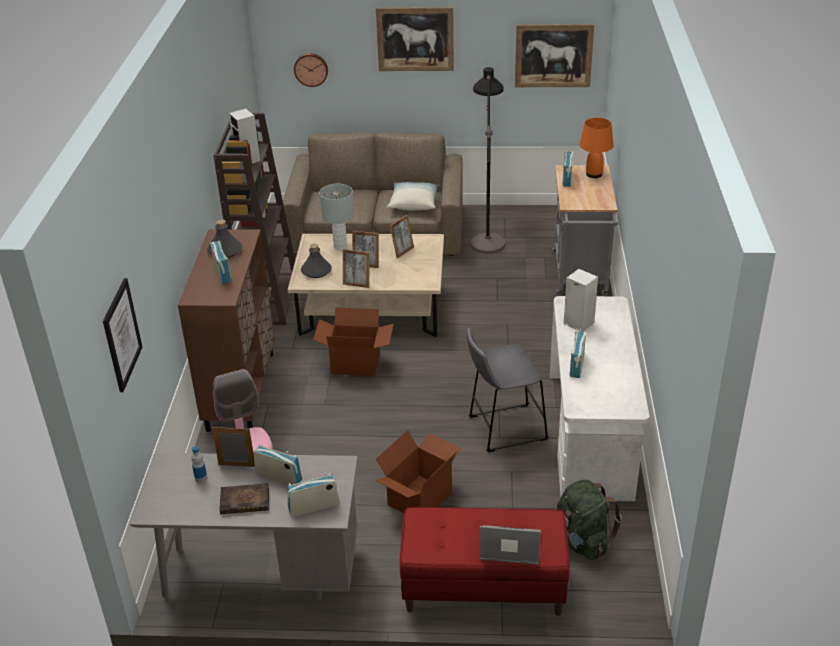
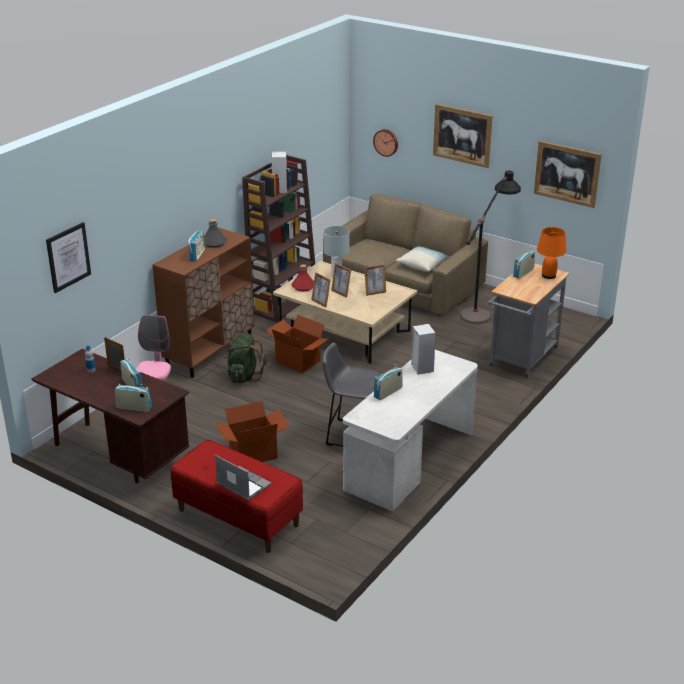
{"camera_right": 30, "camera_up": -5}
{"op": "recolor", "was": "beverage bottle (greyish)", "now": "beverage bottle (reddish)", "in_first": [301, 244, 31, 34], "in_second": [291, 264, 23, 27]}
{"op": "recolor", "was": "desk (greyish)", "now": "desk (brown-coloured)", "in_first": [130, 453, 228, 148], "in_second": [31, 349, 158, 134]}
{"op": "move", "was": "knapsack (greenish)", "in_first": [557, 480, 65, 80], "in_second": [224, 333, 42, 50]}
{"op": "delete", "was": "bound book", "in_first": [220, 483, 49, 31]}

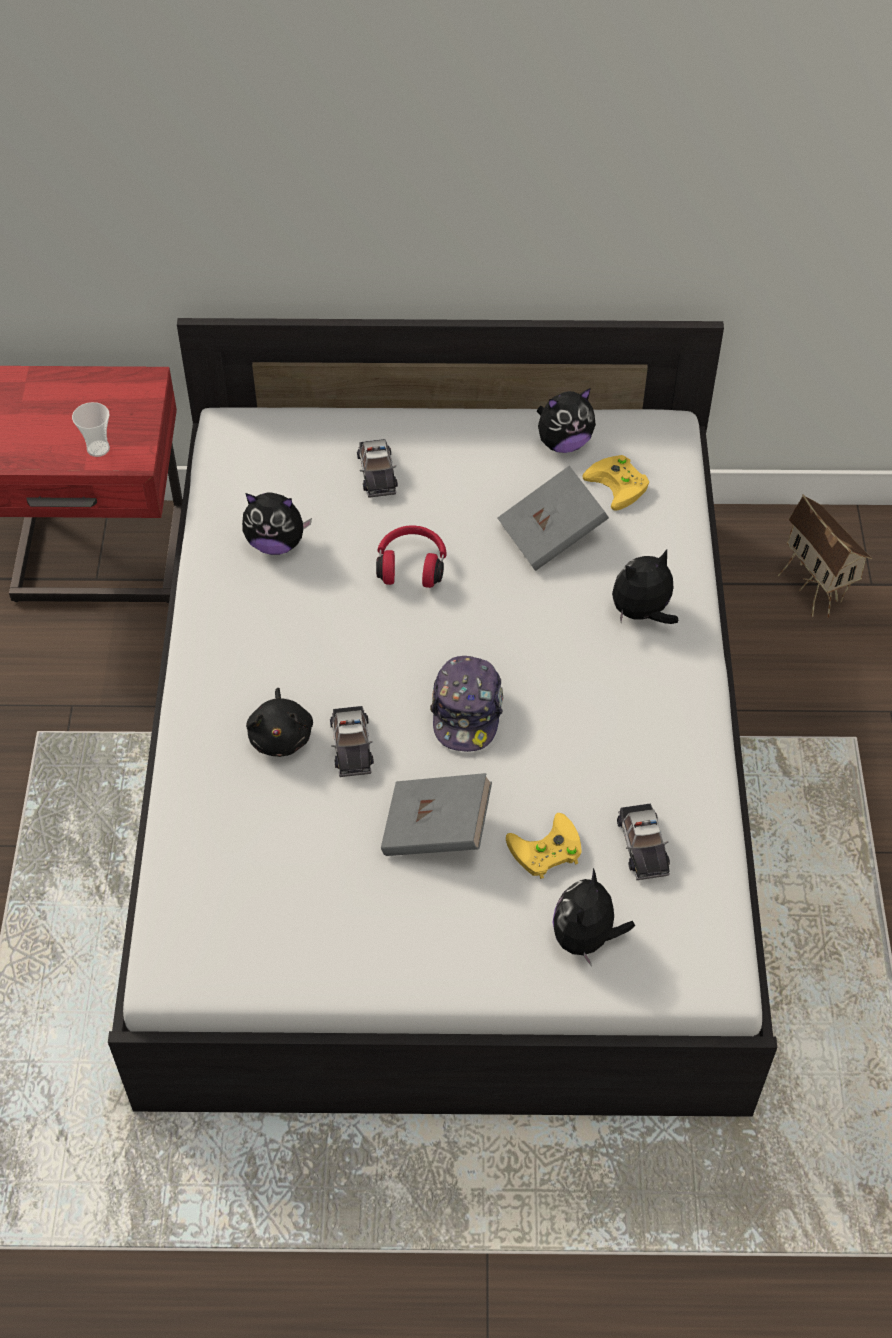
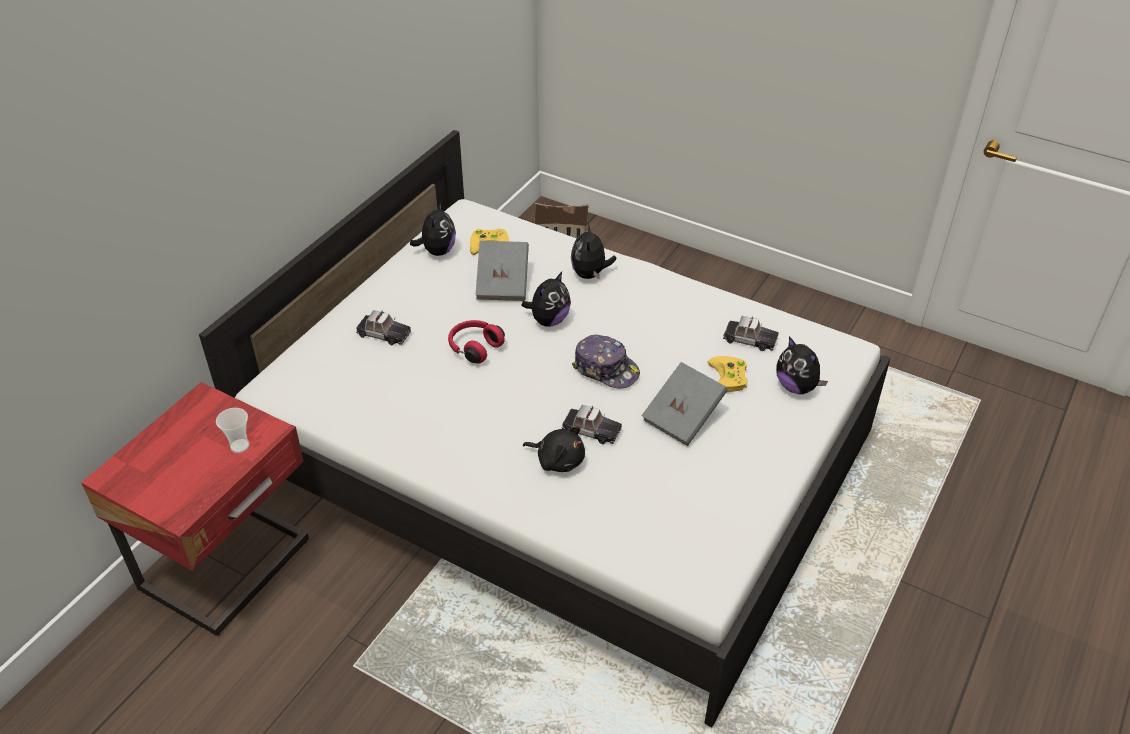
{"camera_right": -60, "camera_up": -10}
{"op": "move", "was": "soft toy", "in_first": [242, 493, 70, 62], "in_second": [521, 272, 50, 54]}

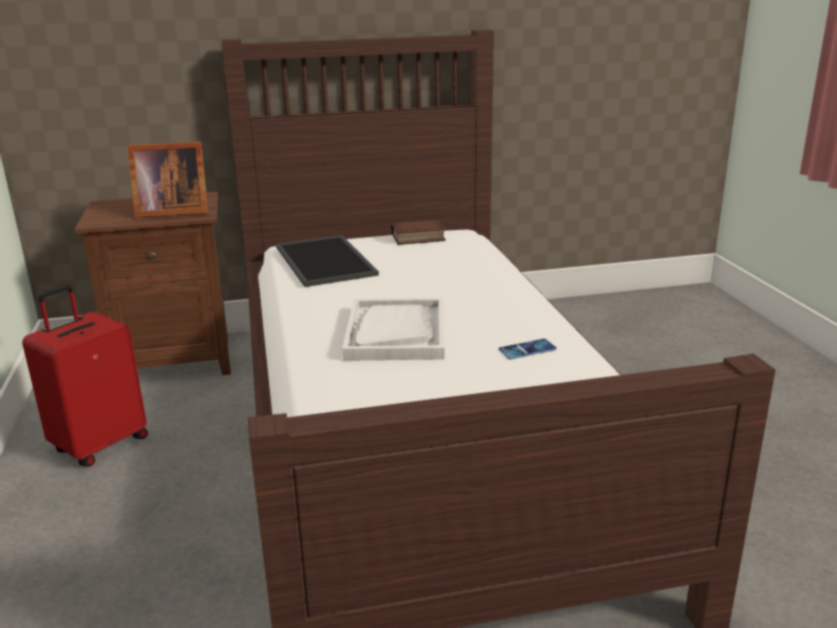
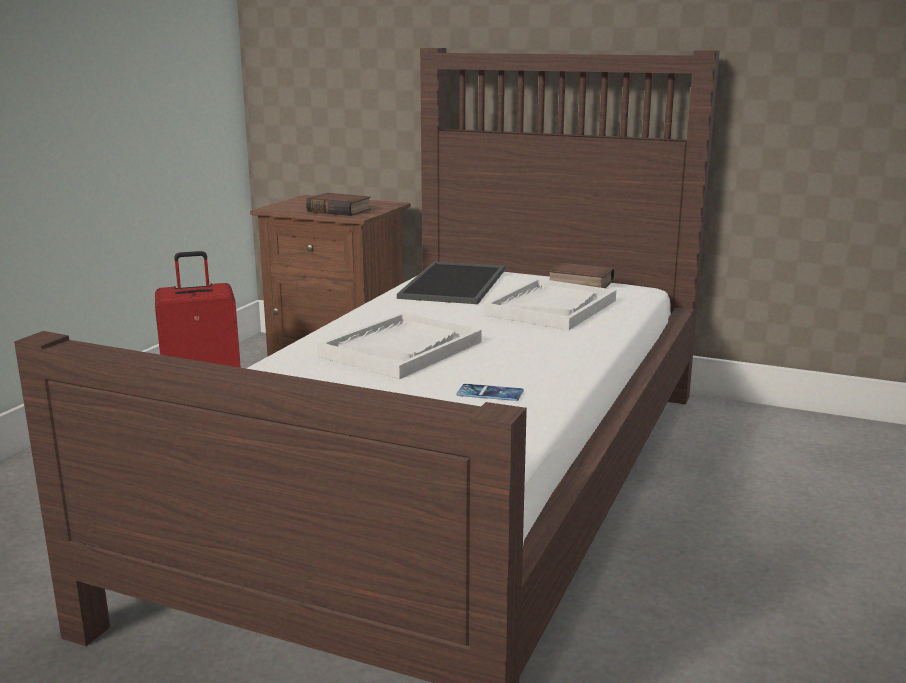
{"camera_right": 35, "camera_up": -5}
{"op": "replace", "was": "picture frame", "now": "bound book", "in_first": [127, 142, 81, 75], "in_second": [306, 193, 65, 23]}
{"op": "insert", "now": "serving tray (whitish)", "in_second": [484, 278, 132, 52]}

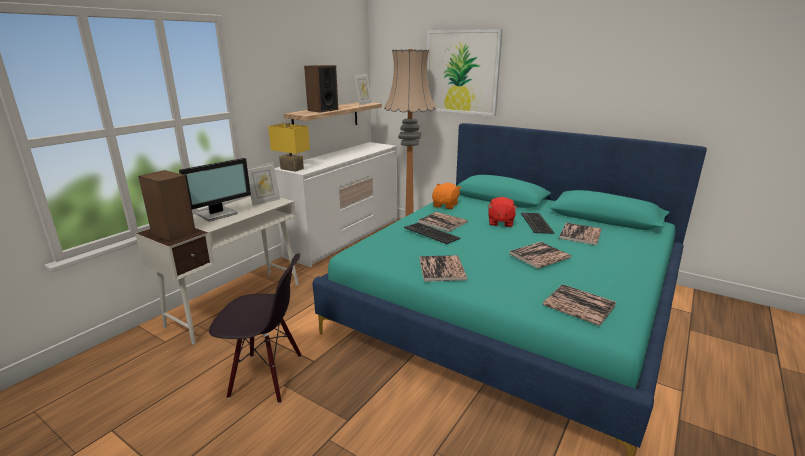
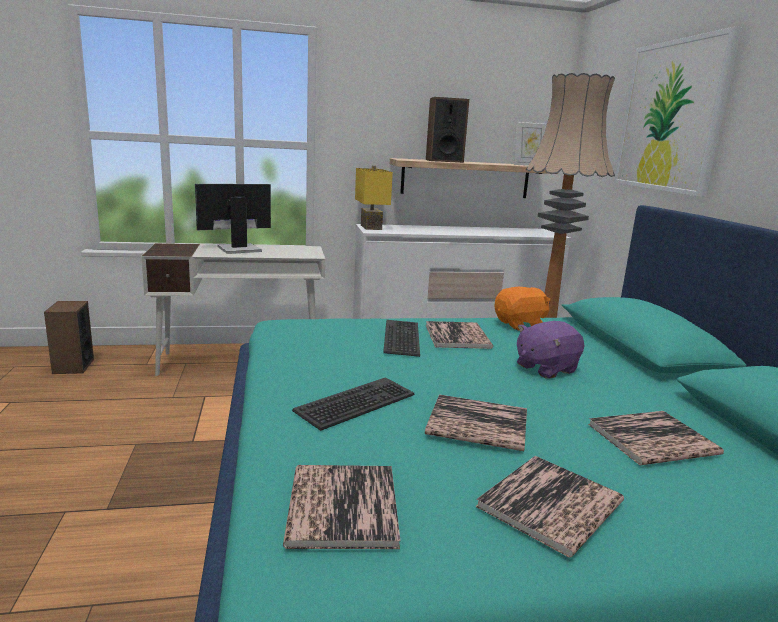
{"camera_right": 45, "camera_up": -5}
{"op": "rotate", "was": "computer screen", "in_first": [179, 158, 72, 64], "in_second": [195, 184, 76, 70], "clockwise": 150}
{"op": "delete", "was": "picture frame", "in_first": [247, 162, 33, 44]}
{"op": "move", "was": "audio speaker", "in_first": [138, 170, 58, 72], "in_second": [44, 301, 50, 73]}
{"op": "recolor", "was": "soft toy (reddish)", "now": "soft toy (purple)", "in_first": [488, 197, 30, 30], "in_second": [517, 321, 67, 58]}
{"op": "move", "was": "computer keyboard", "in_first": [521, 213, 34, 21], "in_second": [292, 377, 123, 54]}
{"op": "delete", "was": "upright chair (black)", "in_first": [209, 253, 93, 151]}
{"op": "move", "was": "bound book", "in_first": [419, 255, 49, 27], "in_second": [475, 456, 149, 102]}

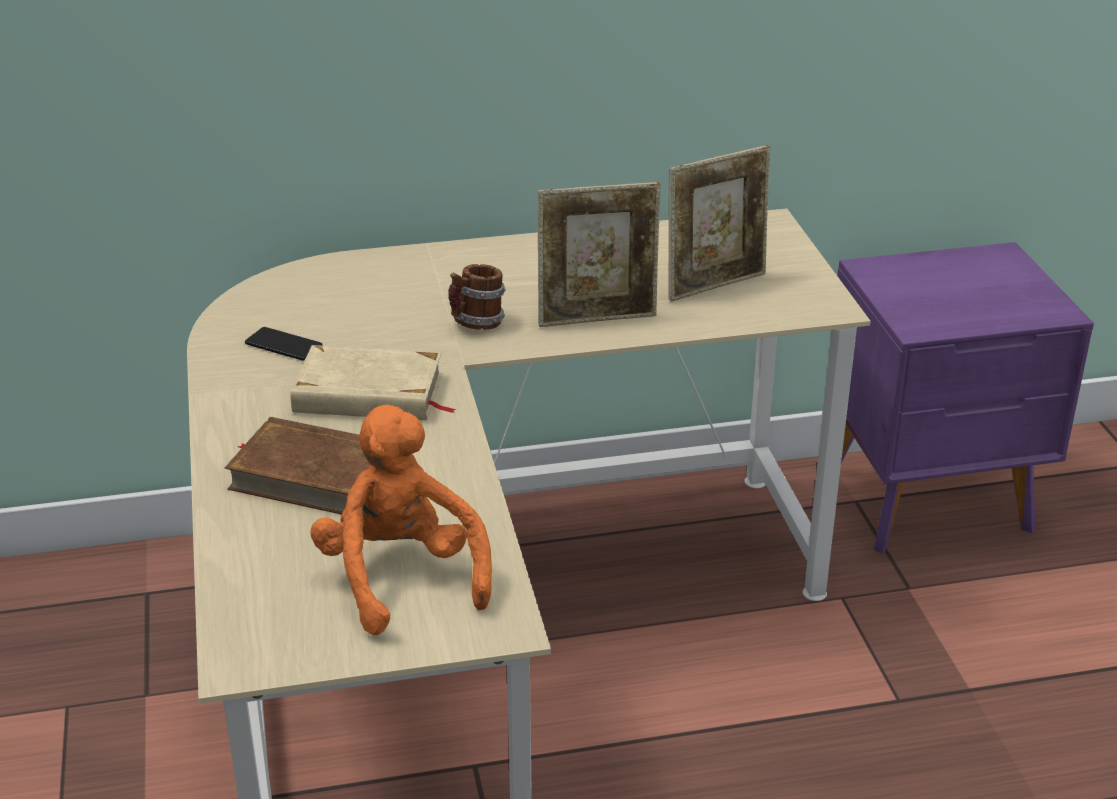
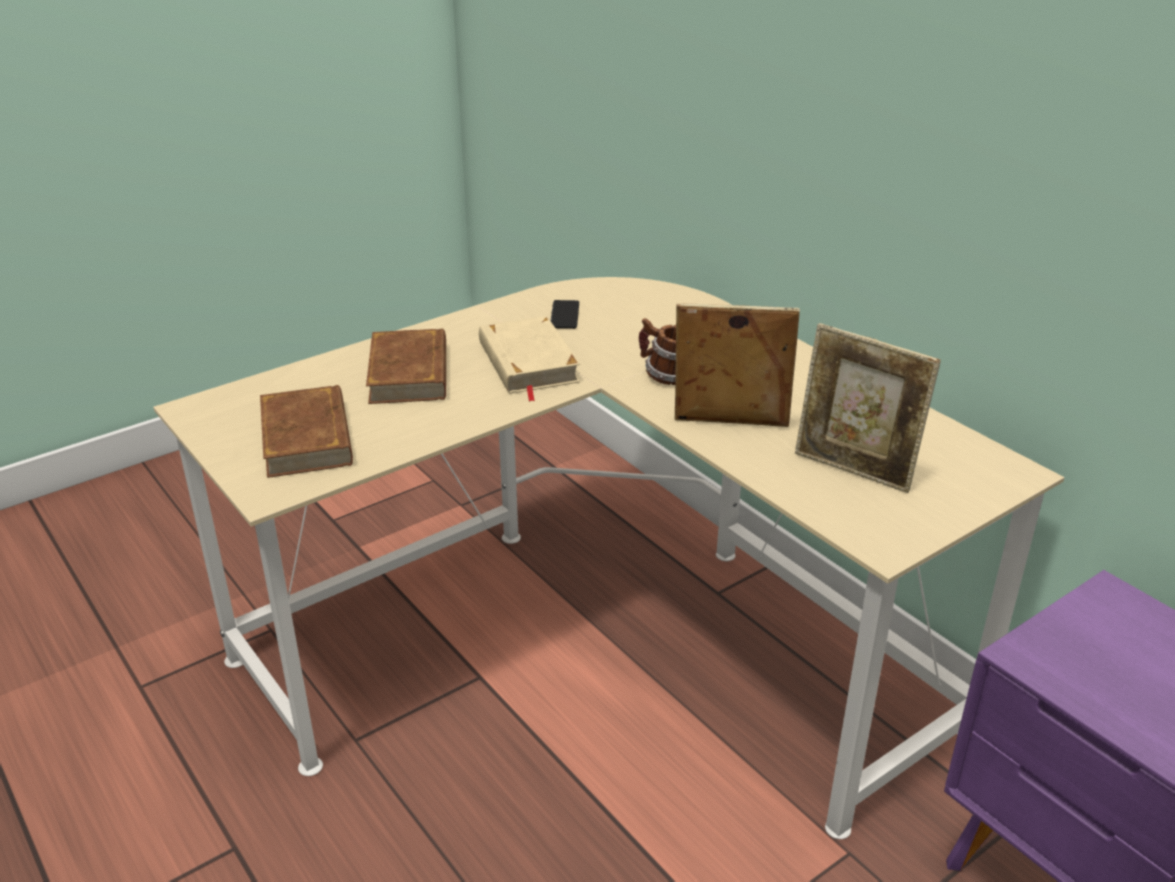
{"camera_right": 65, "camera_up": 0}
{"op": "rotate", "was": "picture frame", "in_first": [538, 182, 123, 145], "in_second": [675, 303, 125, 124], "clockwise": 135}
{"op": "replace", "was": "soft toy (orange)", "now": "bound book (brown-coloured)", "in_first": [310, 405, 182, 230], "in_second": [260, 385, 93, 93]}

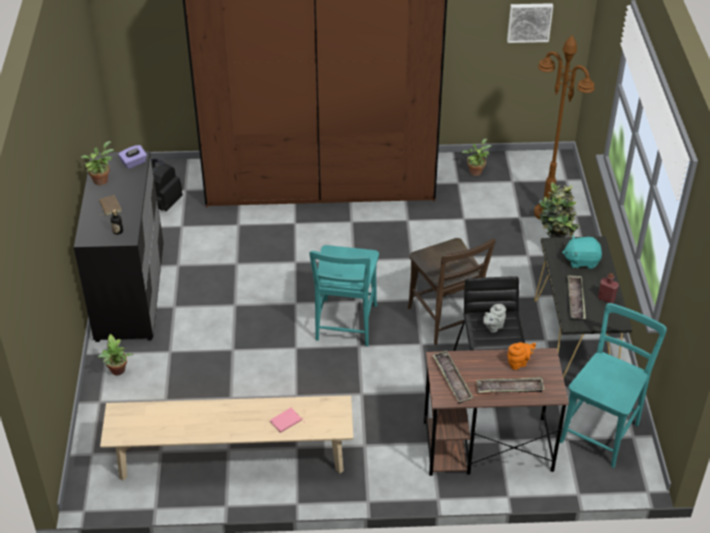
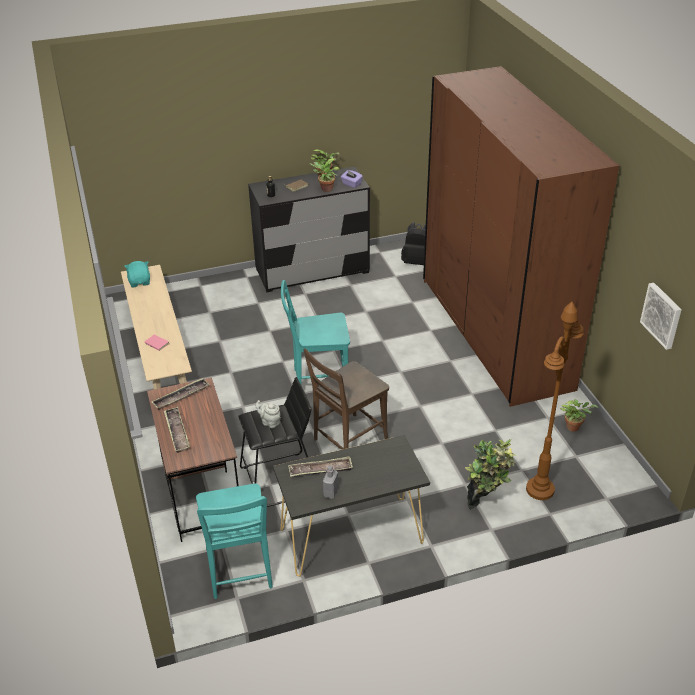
{"camera_right": 75, "camera_up": -5}
{"op": "move", "was": "soft toy (turquoise-coloured)", "in_first": [562, 235, 40, 34], "in_second": [124, 261, 26, 26]}
{"op": "recolor", "was": "beverage bottle (reddish)", "now": "beverage bottle (greyish)", "in_first": [598, 273, 21, 30], "in_second": [323, 465, 15, 34]}
{"op": "rotate", "was": "upright chair (turquoise-coloured)", "in_first": [560, 303, 107, 165], "in_second": [196, 484, 77, 115], "clockwise": 60}
{"op": "move", "was": "plant in a pot", "in_first": [98, 334, 36, 41], "in_second": [310, 158, 30, 34]}
{"op": "delete", "was": "teapot (orange)", "in_first": [508, 342, 28, 28]}

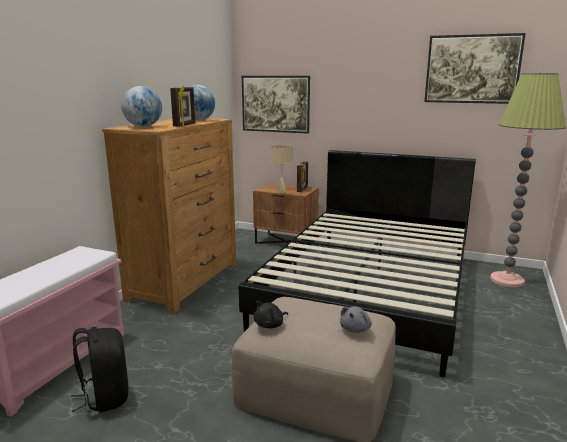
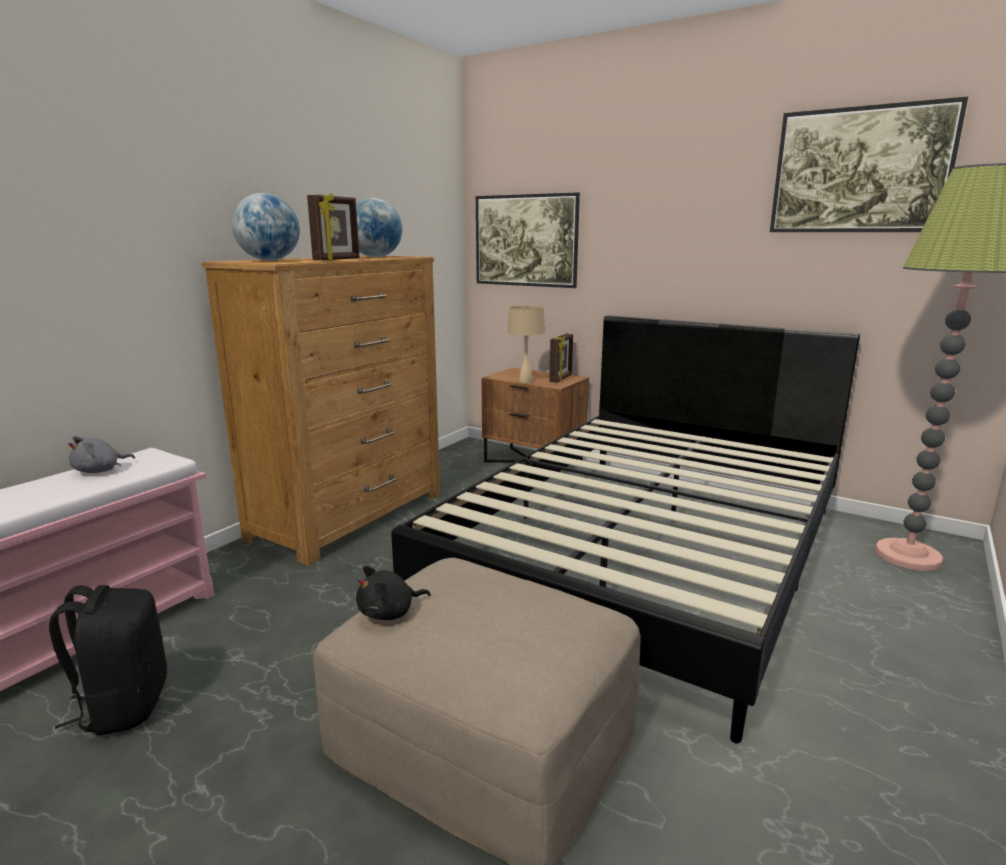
{"camera_right": 10, "camera_up": 0}
{"op": "move", "was": "soft toy (greyish)", "in_first": [340, 306, 32, 27], "in_second": [68, 436, 67, 37]}

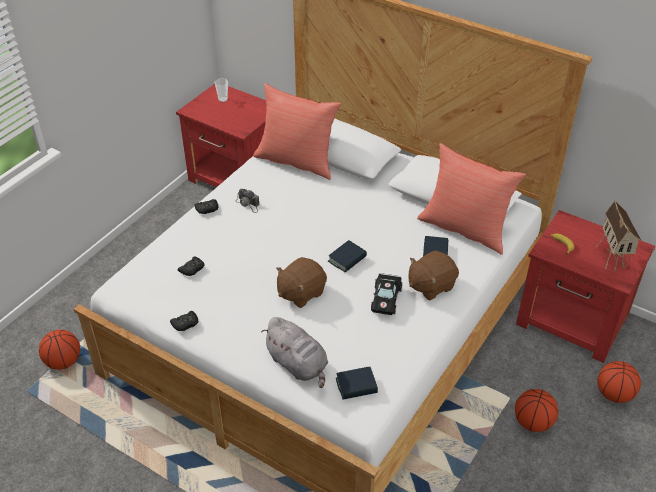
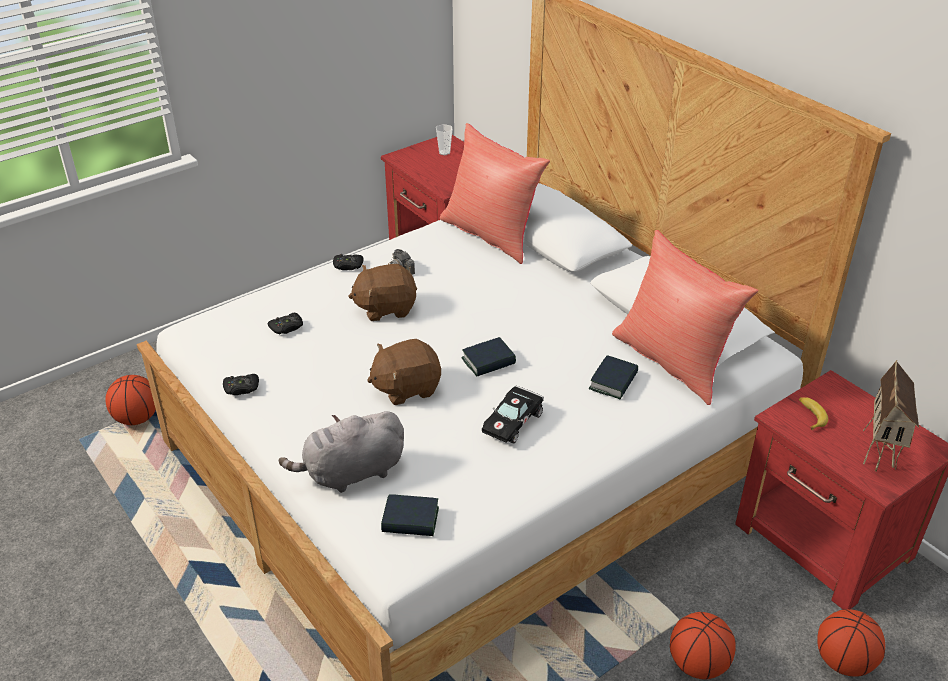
{"camera_right": 20, "camera_up": -5}
{"op": "move", "was": "soft toy (brown-coloured)", "in_first": [409, 250, 50, 50], "in_second": [348, 264, 69, 57]}
{"op": "rotate", "was": "soft toy (greyish)", "in_first": [261, 317, 67, 71], "in_second": [279, 411, 125, 82], "clockwise": 90}

